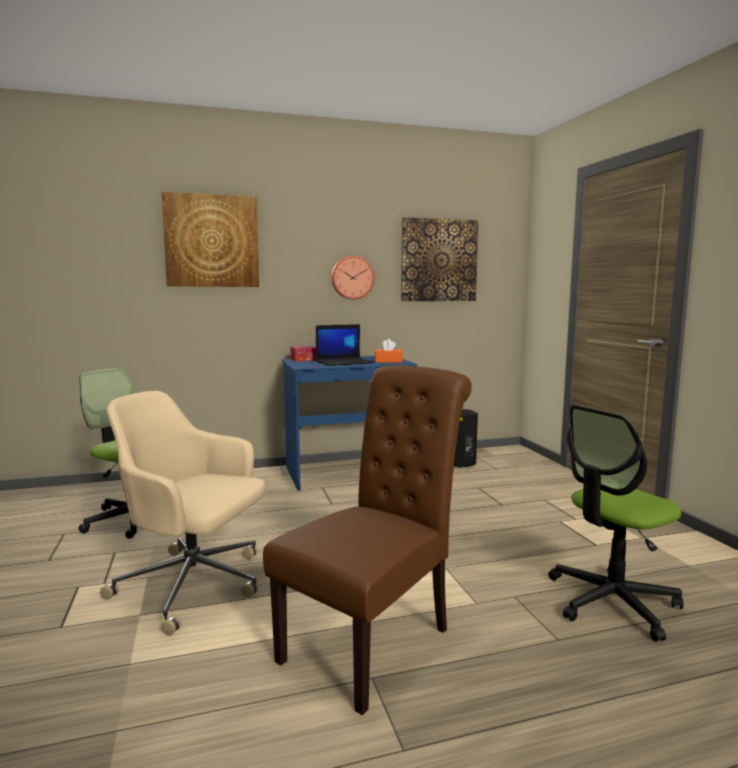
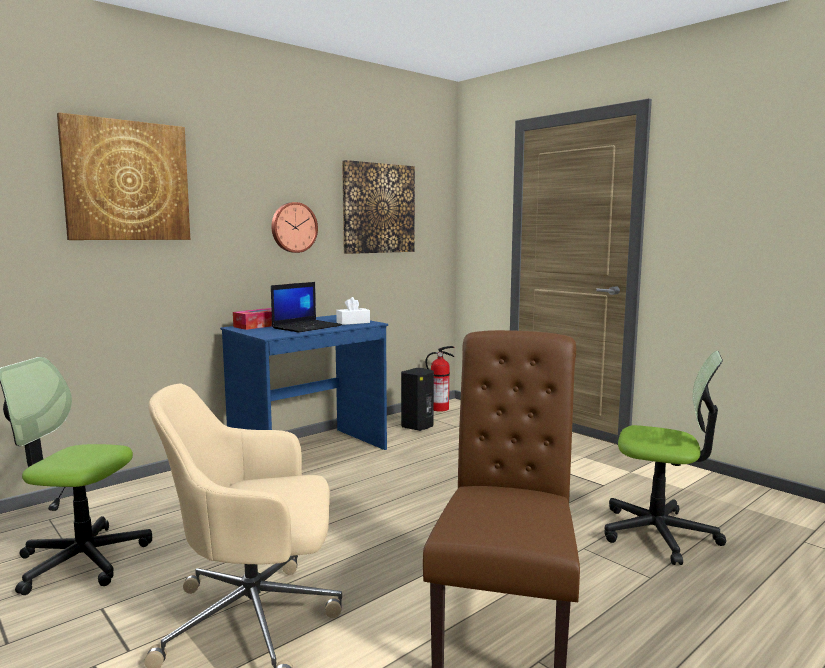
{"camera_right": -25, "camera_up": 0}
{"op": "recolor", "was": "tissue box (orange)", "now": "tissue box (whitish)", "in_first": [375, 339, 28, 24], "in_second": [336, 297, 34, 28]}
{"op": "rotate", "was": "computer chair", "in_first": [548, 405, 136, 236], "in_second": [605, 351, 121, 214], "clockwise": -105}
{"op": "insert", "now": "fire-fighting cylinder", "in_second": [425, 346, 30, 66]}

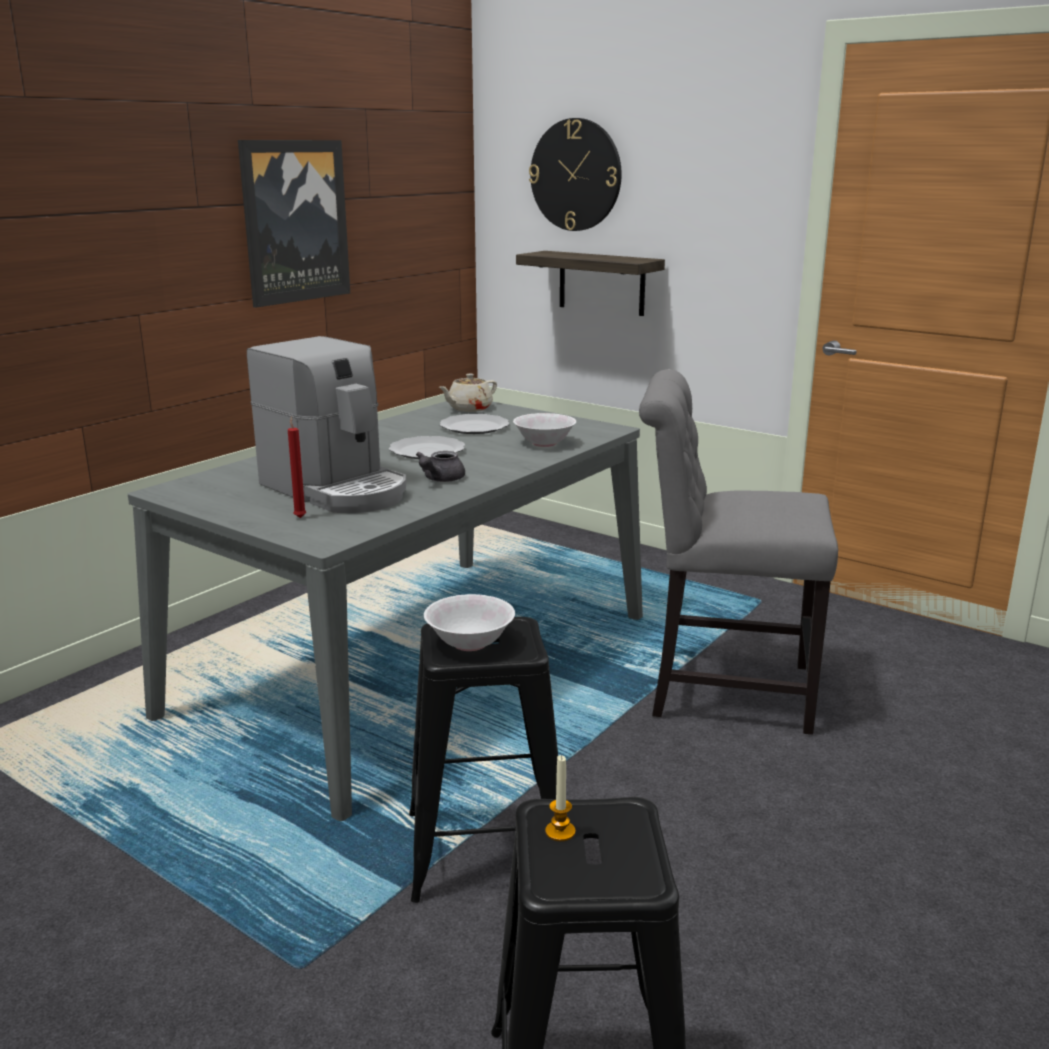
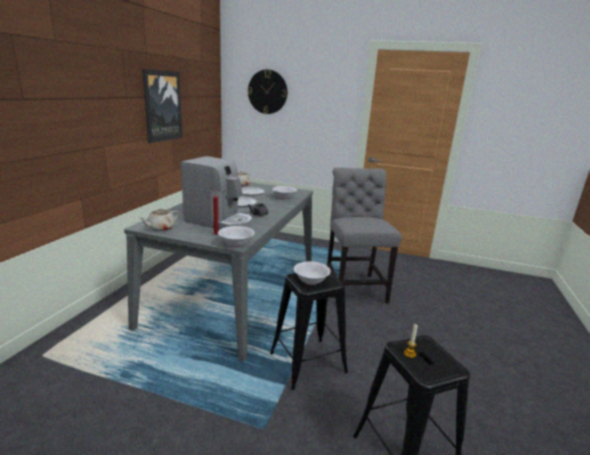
{"camera_right": -20, "camera_up": 0}
{"op": "delete", "was": "shelf", "in_first": [516, 251, 149, 65]}
{"op": "rotate", "was": "upright chair (greyish)", "in_first": [639, 369, 199, 366], "in_second": [327, 167, 75, 137], "clockwise": 90}
{"op": "insert", "now": "teapot (sand-coloured)", "in_second": [139, 208, 40, 23]}
{"op": "insert", "now": "bowl (whitish)", "in_second": [218, 226, 37, 21]}

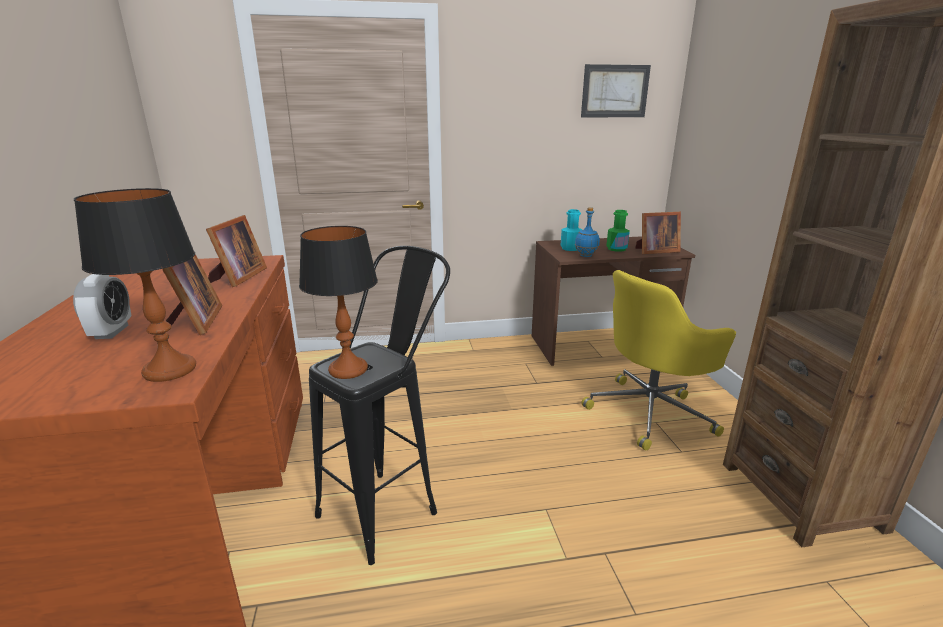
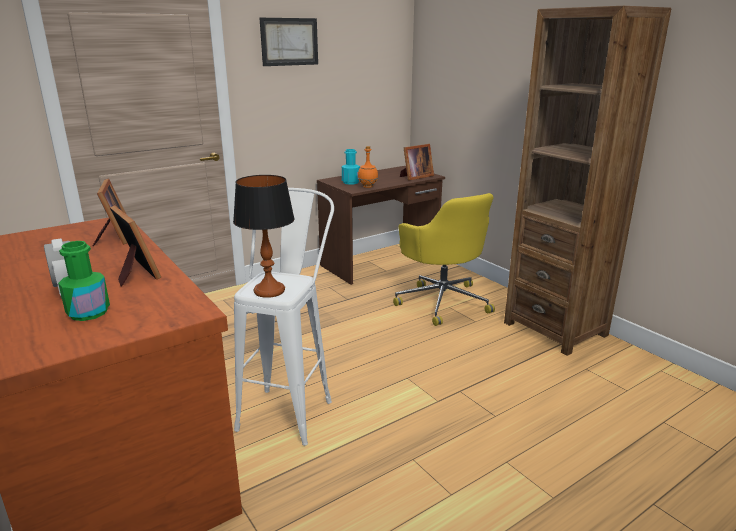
{"camera_right": -25, "camera_up": 0}
{"op": "move", "was": "wall art", "in_first": [581, 64, 70, 54], "in_second": [260, 18, 58, 48]}
{"op": "delete", "was": "tabletop lamp", "in_first": [74, 188, 122, 194]}
{"op": "recolor", "was": "beverage bottle (bluish)", "now": "beverage bottle (orange)", "in_first": [575, 207, 25, 50], "in_second": [358, 146, 20, 42]}
{"op": "move", "was": "beverage bottle (greenish)", "in_first": [606, 210, 24, 42], "in_second": [58, 241, 52, 80]}
{"op": "recolor", "was": "stool (black)", "now": "stool (whitish)", "in_first": [309, 246, 141, 319], "in_second": [234, 188, 100, 258]}
{"op": "rotate", "was": "computer chair (yellow-coloured)", "in_first": [581, 270, 155, 180], "in_second": [393, 193, 102, 133], "clockwise": -60}

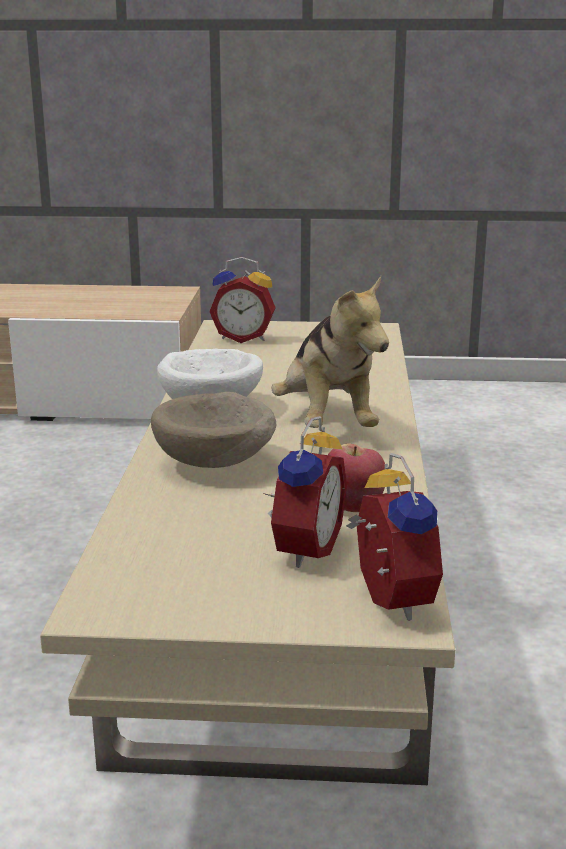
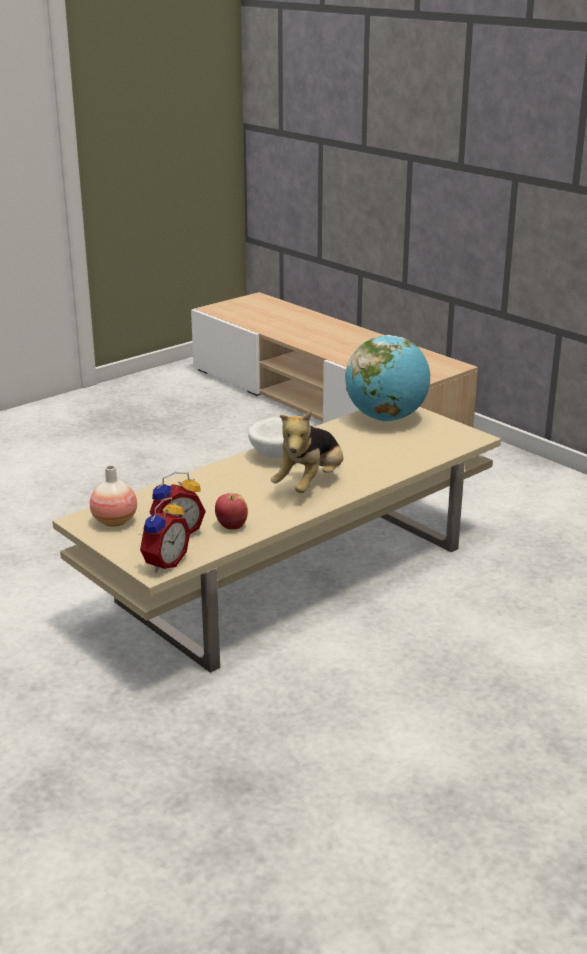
{"camera_right": 45, "camera_up": 5}
{"op": "replace", "was": "table clock", "now": "desk globe", "in_first": [209, 257, 67, 86], "in_second": [345, 335, 85, 86]}
{"op": "delete", "was": "bowl (sand-coloured)", "in_first": [151, 392, 126, 76]}
{"op": "insert", "now": "vase", "in_second": [90, 465, 47, 62]}

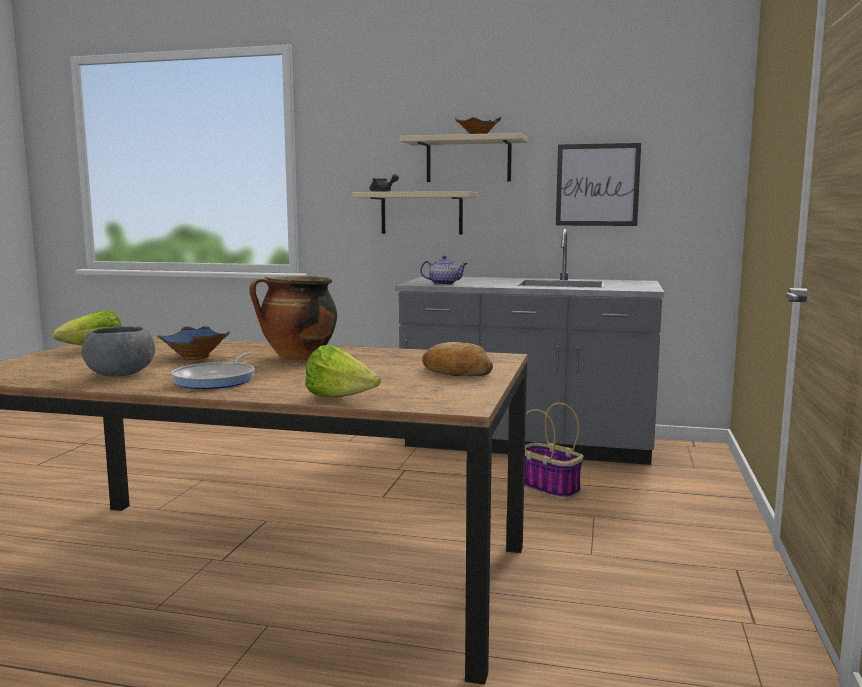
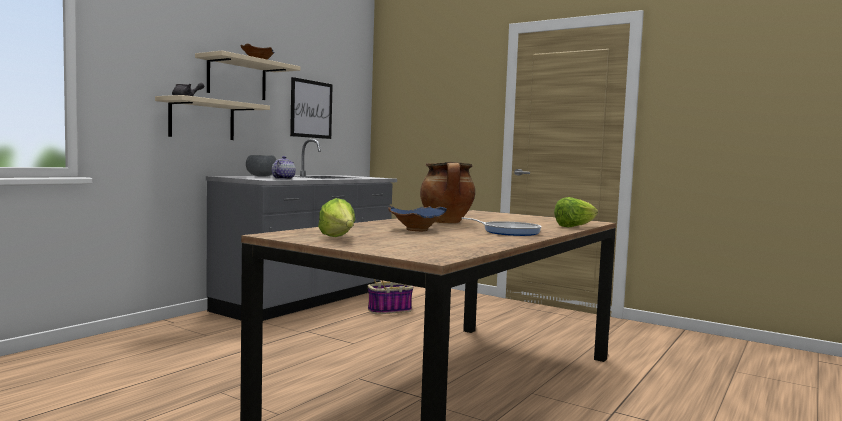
{"camera_right": -70, "camera_up": -5}
{"op": "move", "was": "bowl (greyish)", "in_first": [82, 326, 73, 51], "in_second": [246, 155, 31, 22]}
{"op": "delete", "was": "bread", "in_first": [422, 342, 71, 34]}

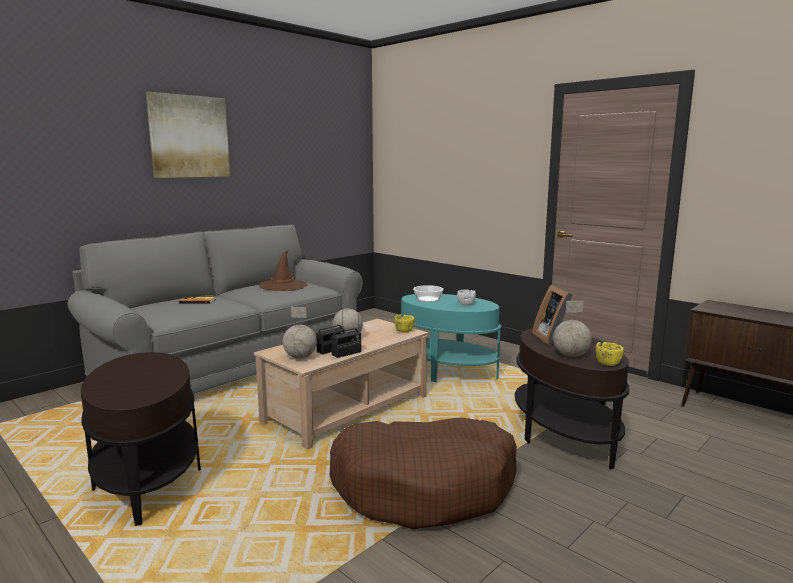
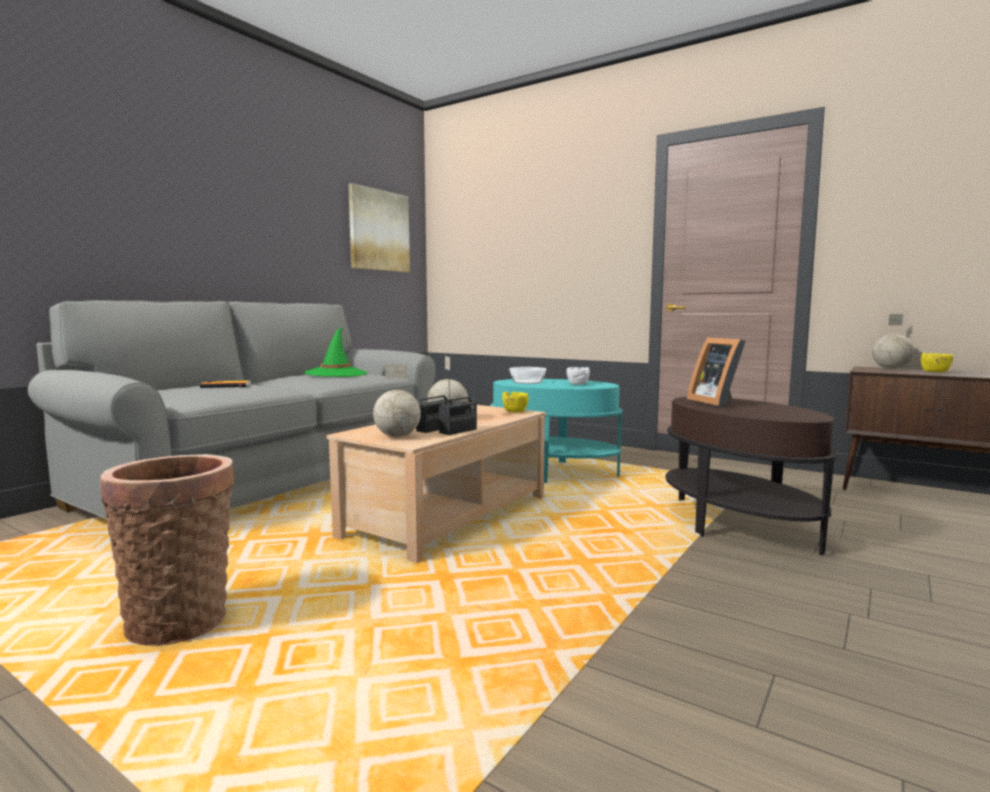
{"camera_right": -10, "camera_up": -5}
{"op": "move", "was": "wall art", "in_first": [146, 92, 84, 86], "in_second": [348, 183, 62, 89]}
{"op": "recolor", "was": "hat (brown-coloured)", "now": "hat (greenish)", "in_first": [259, 250, 48, 41], "in_second": [304, 327, 64, 50]}
{"op": "move", "was": "desk globe", "in_first": [553, 301, 39, 56], "in_second": [872, 314, 42, 55]}
{"op": "move", "was": "bowl (yellow-coloured)", "in_first": [595, 342, 29, 24], "in_second": [921, 353, 32, 19]}
{"op": "replace", "was": "accent table (brown-coloured)", "now": "basket", "in_first": [81, 352, 120, 174], "in_second": [100, 454, 134, 192]}
{"op": "delete", "was": "pet bed (brown-coloured)", "in_first": [330, 417, 187, 112]}

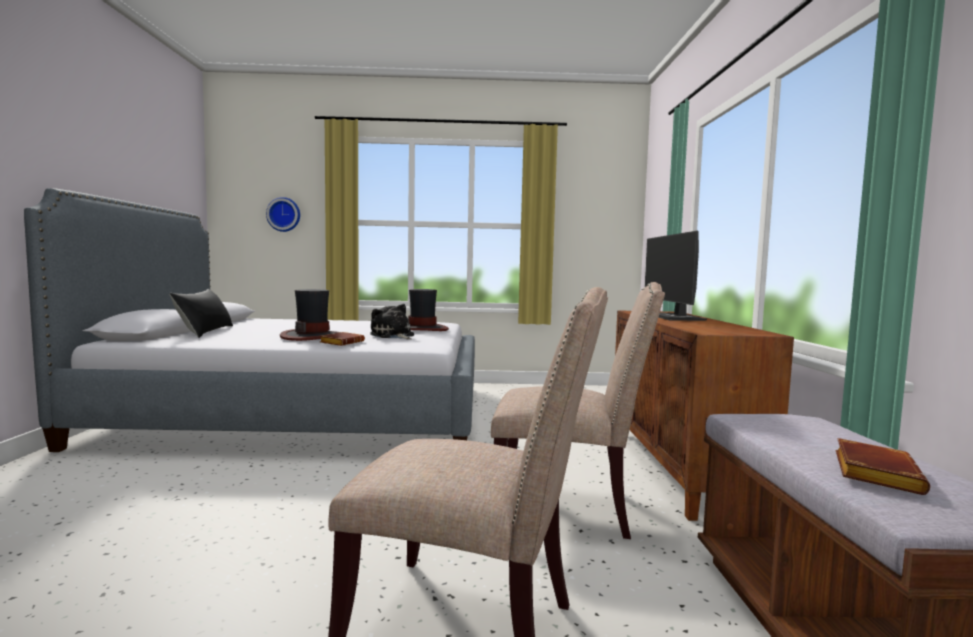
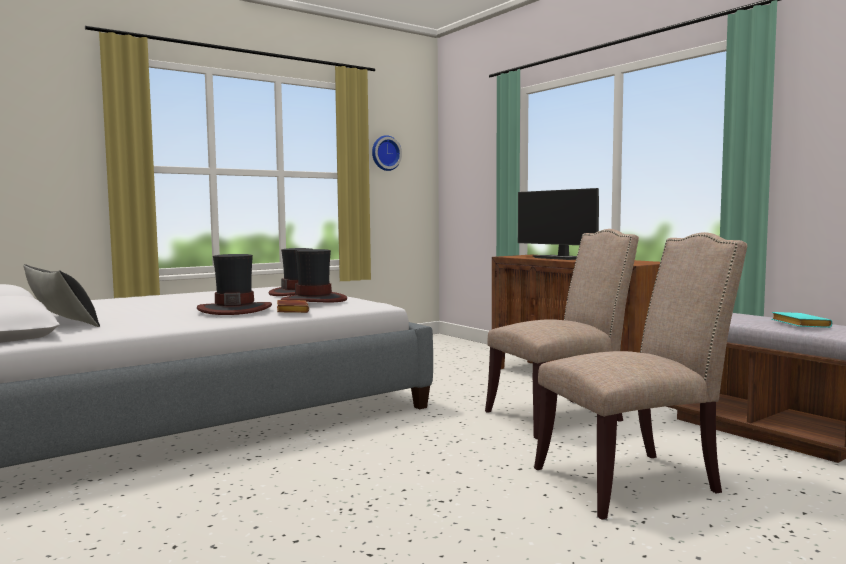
{"camera_right": -35, "camera_up": 0}
{"op": "move", "was": "hanging clock", "in_first": [266, 197, 34, 35], "in_second": [372, 135, 30, 36]}
{"op": "replace", "was": "soft toy", "now": "hat", "in_first": [370, 304, 44, 35], "in_second": [281, 249, 66, 53]}
{"op": "recolor", "was": "bound book (brown-coloured)", "now": "bound book (turquoise-coloured)", "in_first": [836, 438, 94, 57], "in_second": [771, 312, 61, 16]}

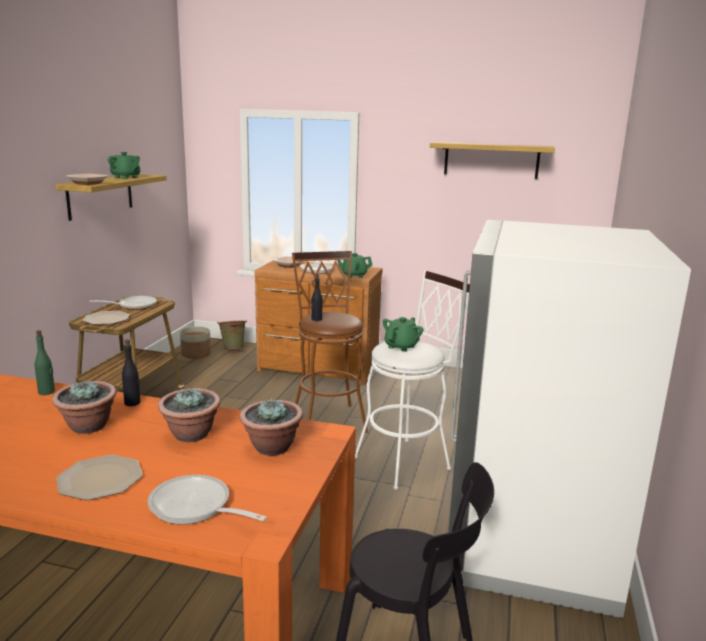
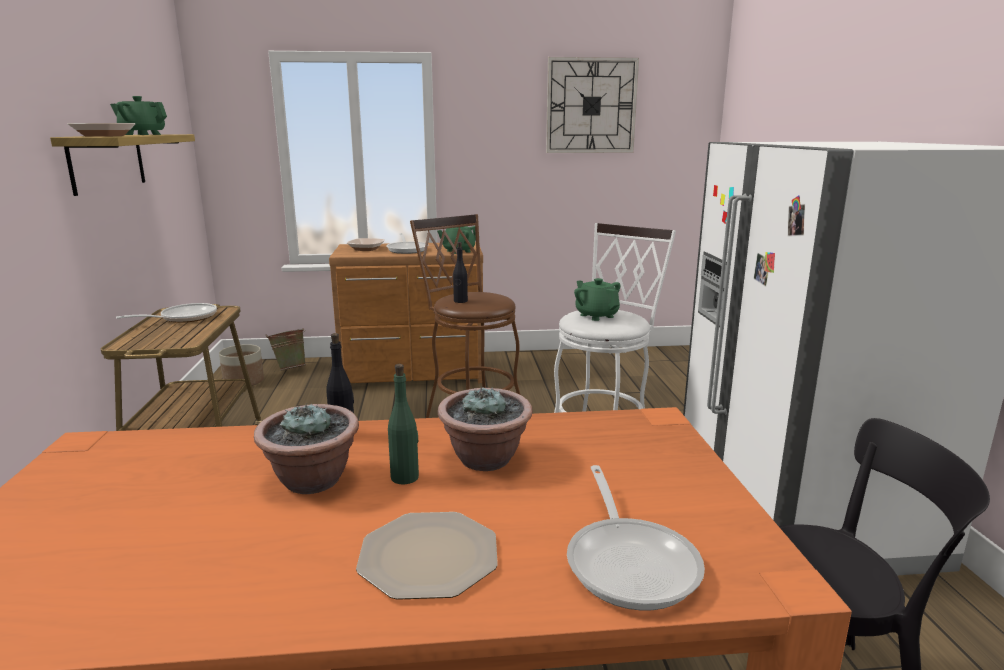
{"camera_right": -20, "camera_up": 0}
{"op": "replace", "was": "shelf", "now": "hanging clock", "in_first": [430, 142, 125, 37], "in_second": [546, 57, 93, 96]}
{"op": "delete", "was": "flat dish", "in_first": [82, 311, 48, 14]}
{"op": "rotate", "was": "teapot (greenish)", "in_first": [383, 317, 41, 35], "in_second": [574, 278, 46, 43], "clockwise": -45}
{"op": "move", "was": "beverage bottle (greenish)", "in_first": [35, 330, 20, 65], "in_second": [388, 364, 31, 121]}
{"op": "delete", "was": "plant in a pot", "in_first": [240, 398, 63, 58]}
{"op": "rotate", "was": "frying pan", "in_first": [147, 475, 120, 50], "in_second": [567, 465, 138, 146], "clockwise": -105}

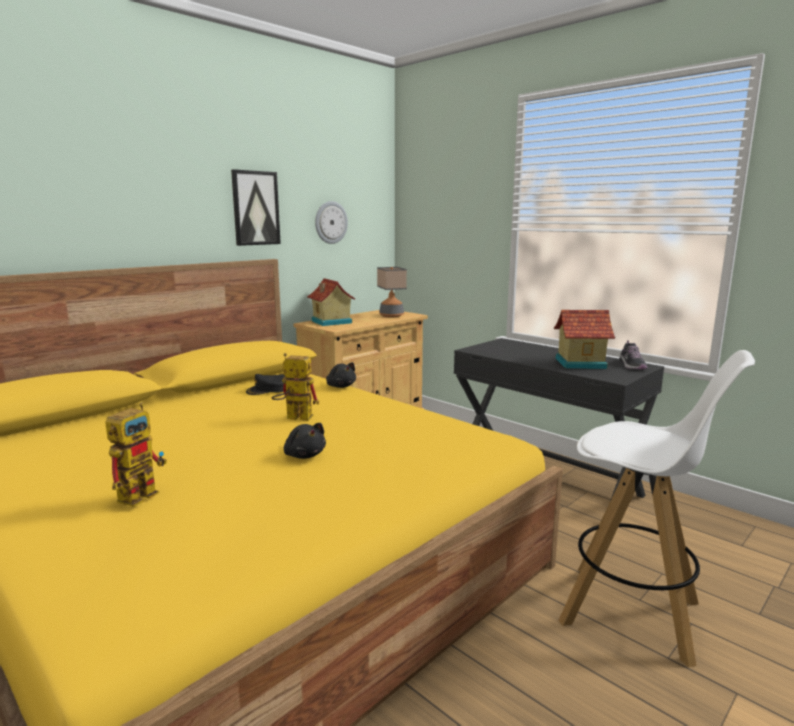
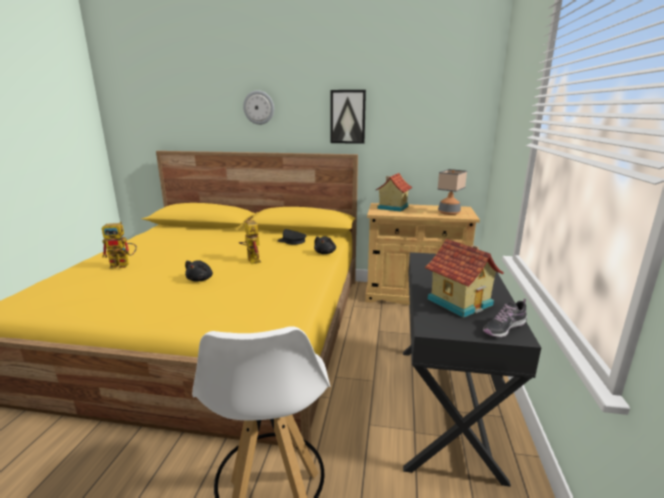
{"camera_right": 55, "camera_up": 5}
{"op": "move", "was": "hanging clock", "in_first": [315, 201, 33, 43], "in_second": [243, 90, 31, 35]}

